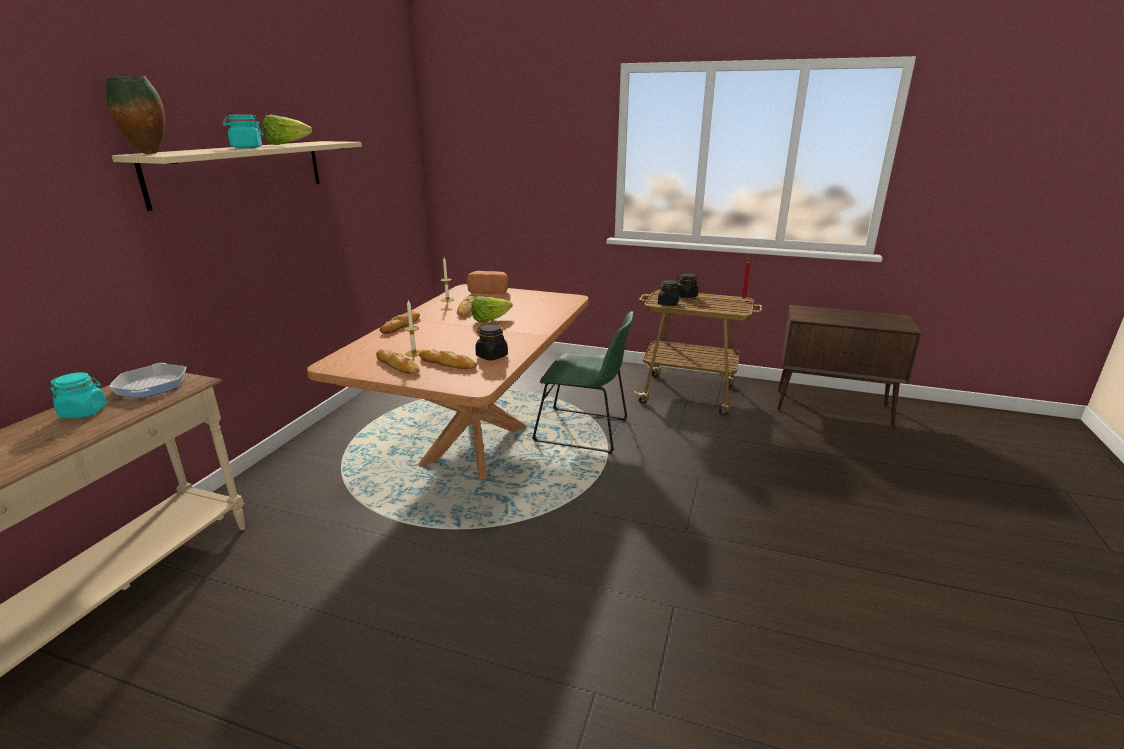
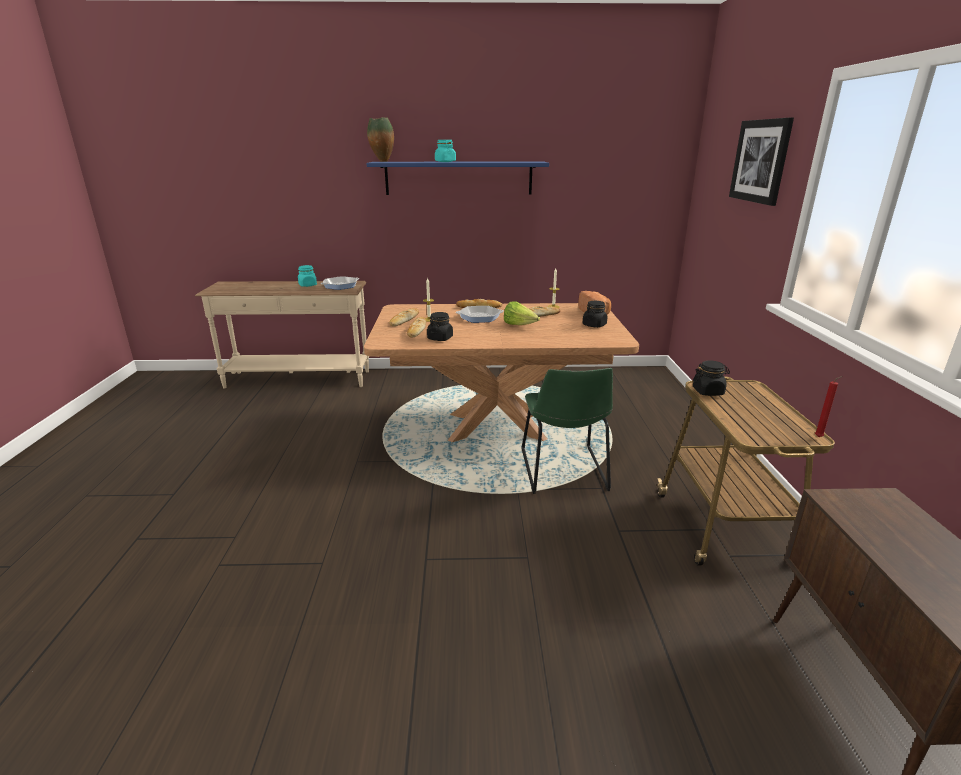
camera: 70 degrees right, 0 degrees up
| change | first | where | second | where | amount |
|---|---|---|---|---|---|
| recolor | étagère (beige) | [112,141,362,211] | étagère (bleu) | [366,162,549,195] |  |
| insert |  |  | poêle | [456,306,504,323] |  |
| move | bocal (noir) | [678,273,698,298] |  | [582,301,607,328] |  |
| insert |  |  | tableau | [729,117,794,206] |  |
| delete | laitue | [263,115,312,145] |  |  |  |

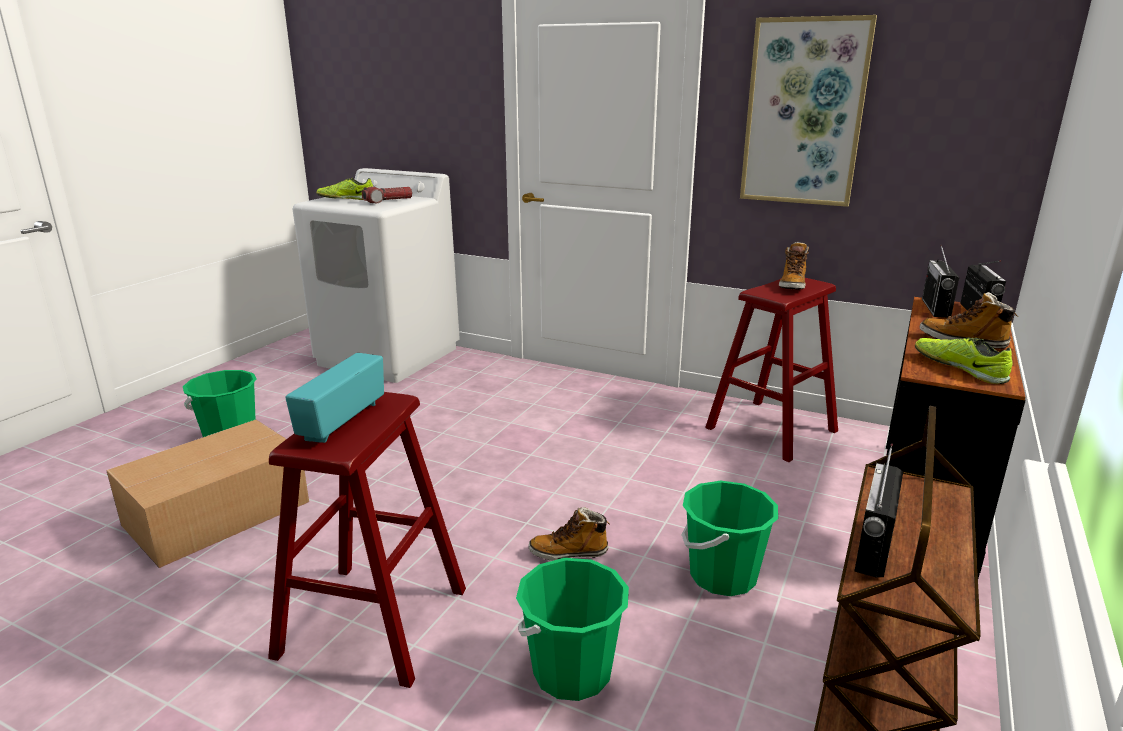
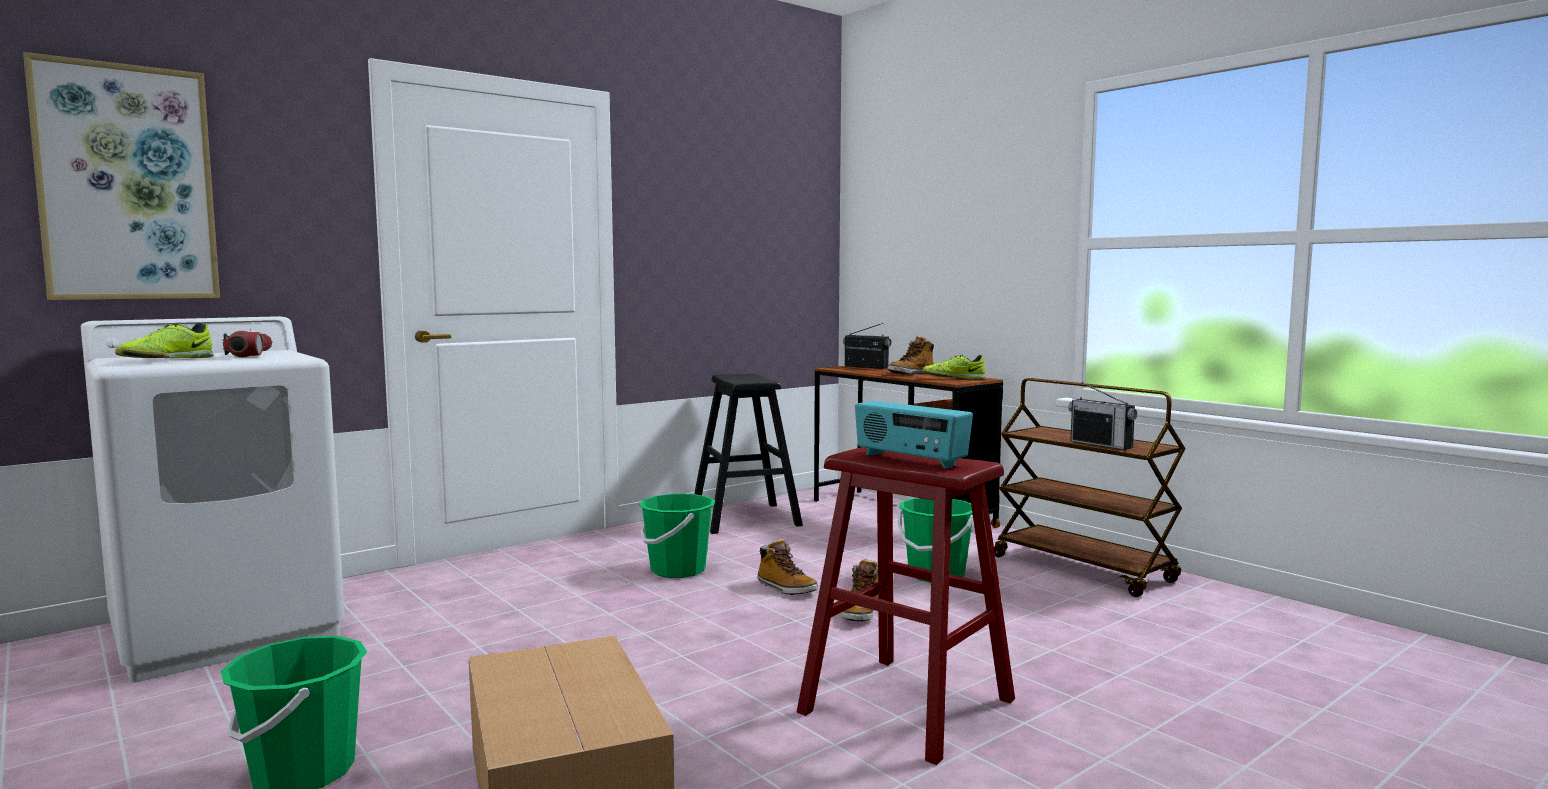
camera: 65 degrees left, 15 degrees down
| change | first | where | second | where | amount |
|---|---|---|---|---|---|
| move | tableau | [740,15,877,207] |  | [23,52,220,300] |  |
| move | seau (vert) | [516,558,629,701] |  | [639,494,716,578] |  |
| recolor | tabouret (rouge) | [705,278,838,462] | tabouret (noir) | [694,373,803,534] |  |
| move | botte | [779,242,809,290] |  | [757,539,818,595] |  |
| delete | radio | [922,245,960,318] |  |  |  |

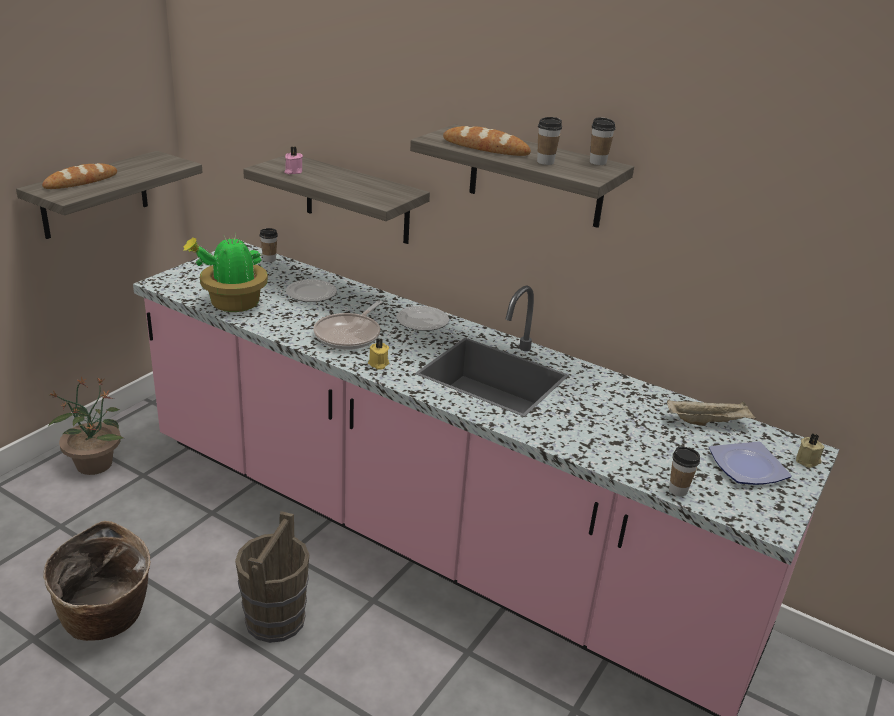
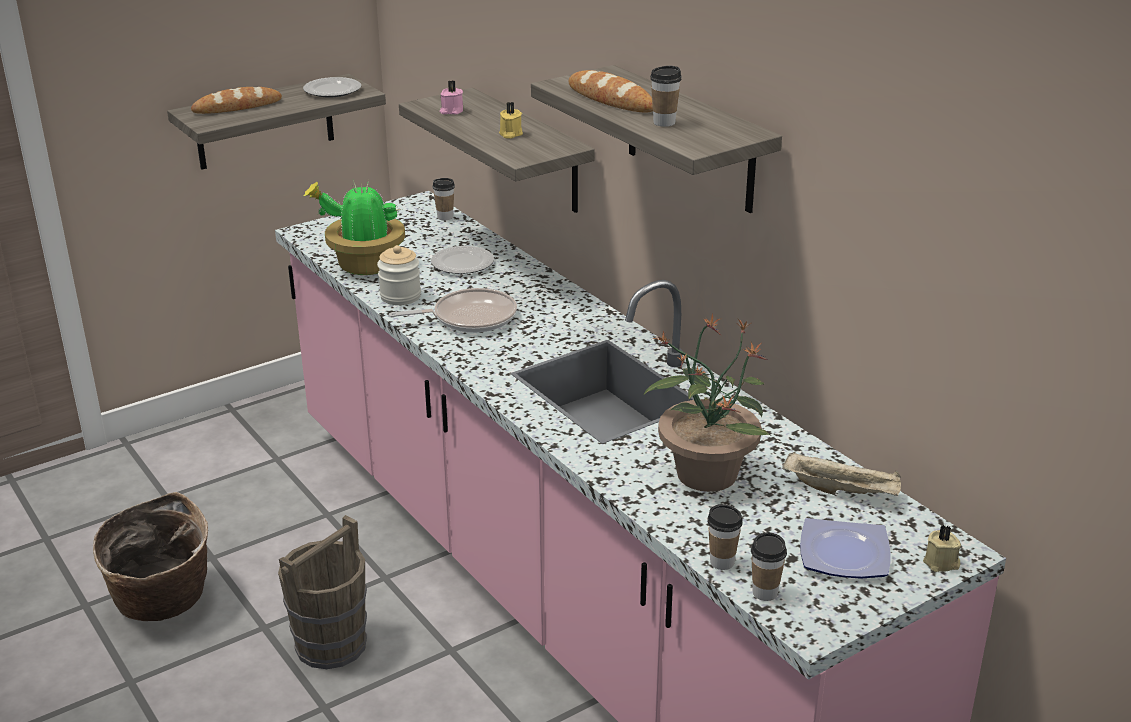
camera: 25 degrees right, 0 degrees up
| change | first | where | second | where | amount |
|---|---|---|---|---|---|
| move | assiette | [396,306,449,331] |  | [303,77,361,98] |  |
| insert |  |  | bocal | [377,245,421,305] |  |
| rotate | poêle | [313,300,382,350] |  | [389,288,517,333] | 150 degrees counterclockwise |
| move | bougie (jaune) | [368,338,389,370] |  | [499,102,523,139] |  |
| move | plante en pot | [48,376,124,475] |  | [644,314,770,492] |  |
| move | tasse | [590,117,616,165] |  | [751,532,787,601] |  |

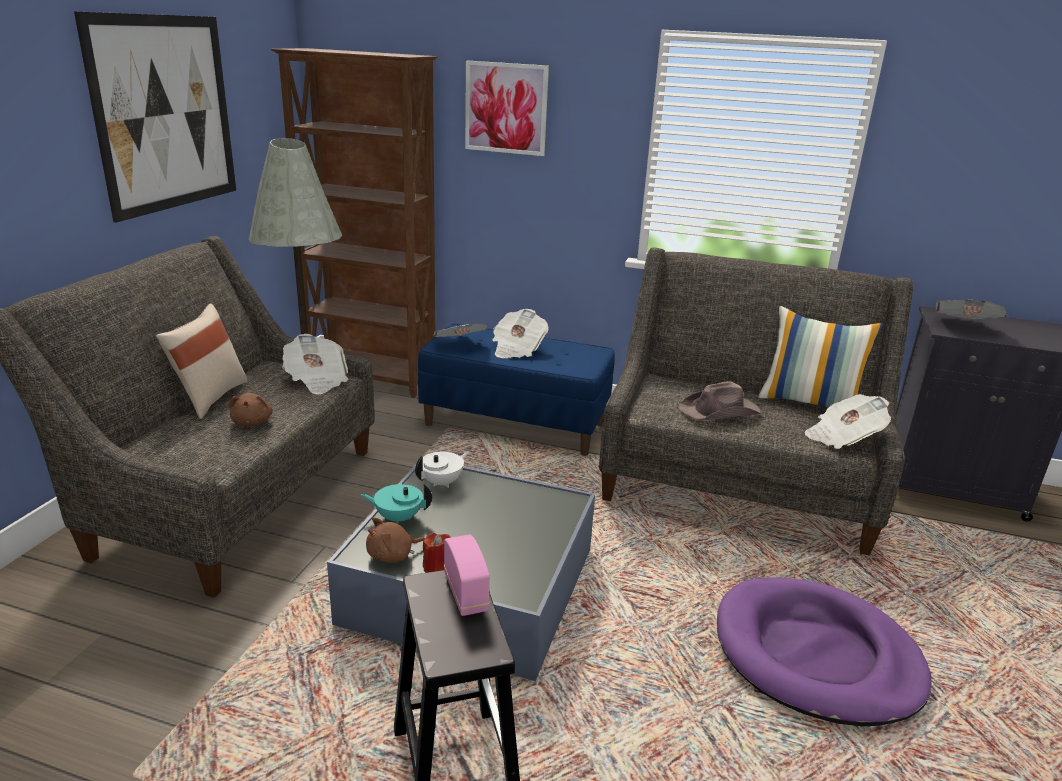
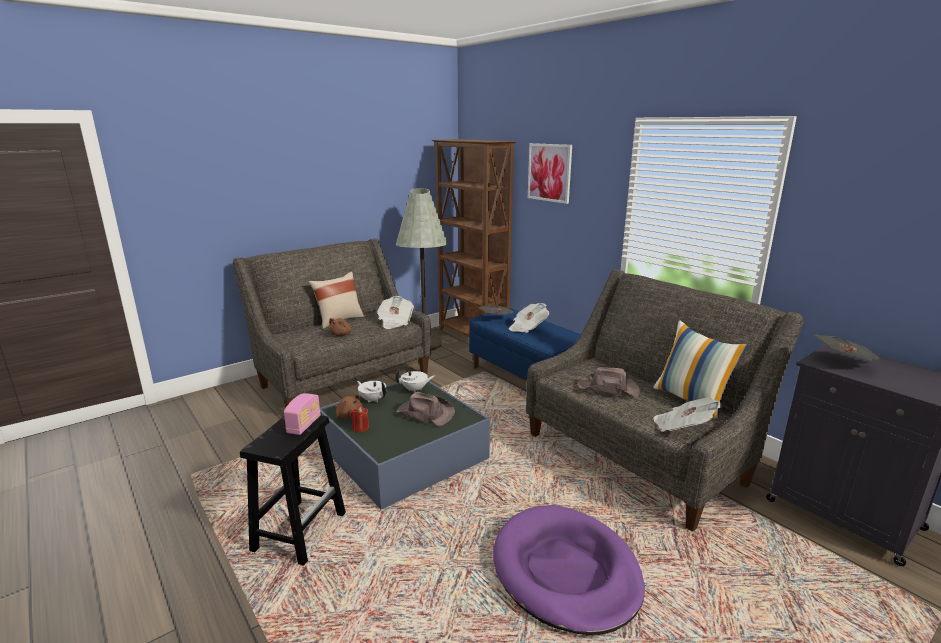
camera: 35 degrees right, 5 degrees down
| change | first | where | second | where | amount |
|---|---|---|---|---|---|
| rotate | peluche (marron) | [366,517,425,563] |  | [333,395,363,419] | 150 degrees counterclockwise |
| recolor | théière (turquoise) | [361,484,432,524] | théière (blanc) | [357,381,386,403] |  |
| insert |  |  | chapeau (marron) | [396,392,455,426] |  |
| delete | tableau | [74,12,236,223] |  |  |  |

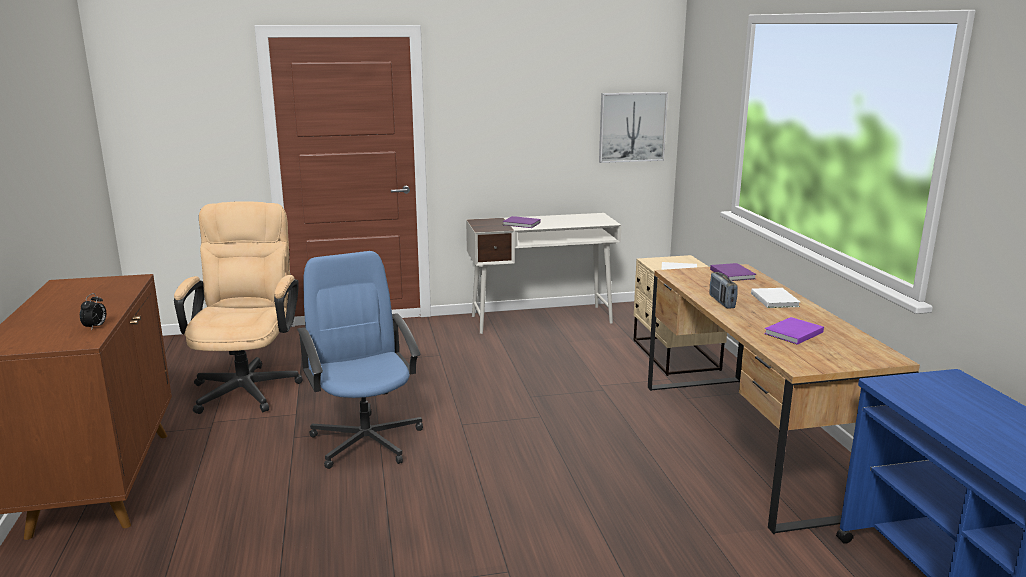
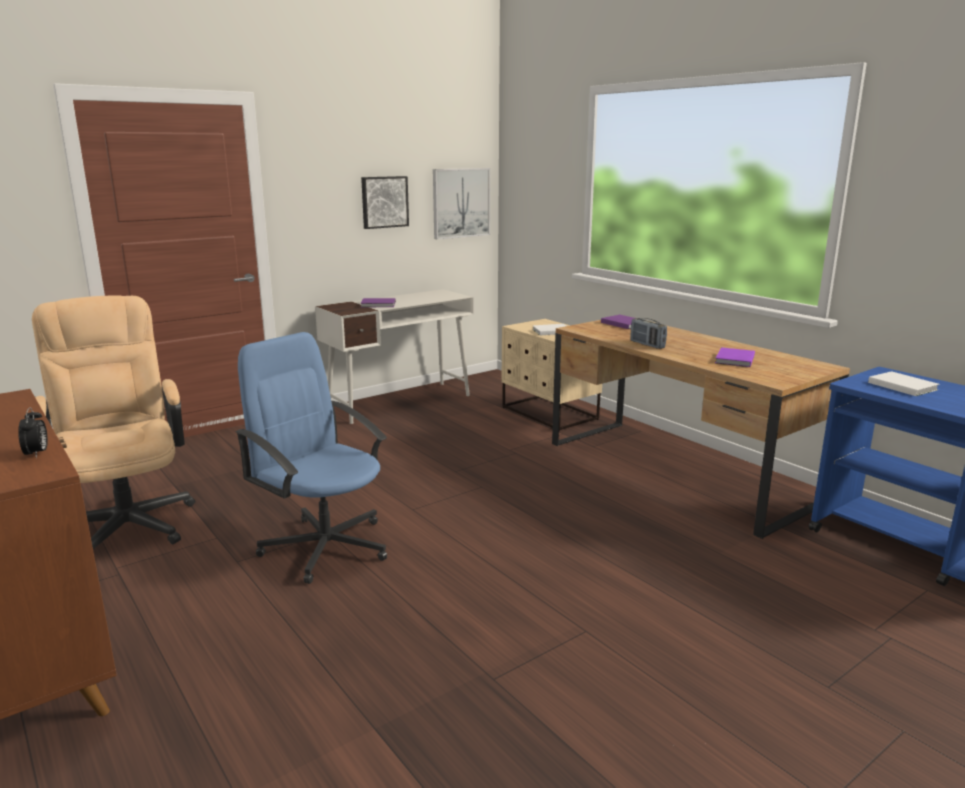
camera: 25 degrees left, 0 degrees up
| change | first | where | second | where | amount |
|---|---|---|---|---|---|
| insert |  |  | tableau | [361,176,409,229] |  |
| move | livre (blanc) | [751,288,800,308] |  | [868,371,940,396] |  |

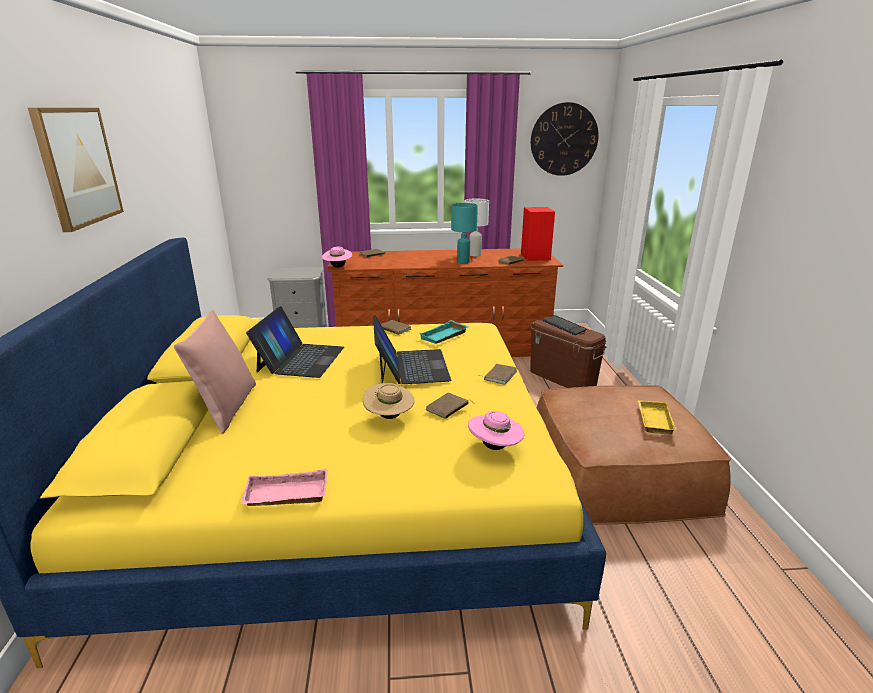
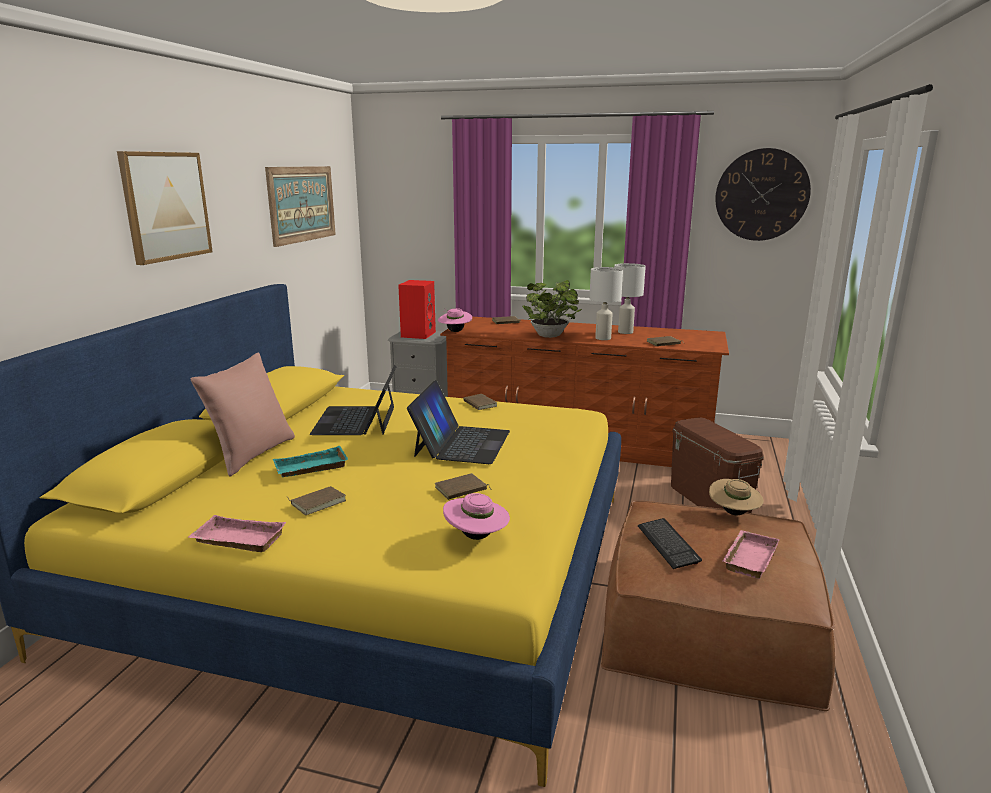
camera: 20 degrees right, 5 degrees down
| change | first | where | second | where | amount |
|---|---|---|---|---|---|
| insert |  |  | tableau | [265,166,336,247] |  |
| move | plateau (turquoise) | [419,320,468,344] |  | [273,446,348,477] |  |
| move | livre (marron) | [477,364,517,385] |  | [288,486,346,515] |  |
| rotate | ordinateur portable | [246,306,344,378] |  | [310,365,397,435] | 150 degrees clockwise |
| move | enceinte (rouge) | [521,207,555,261] |  | [398,280,436,339] |  |
| insert |  |  | plante en pot | [522,280,582,338] |  |
| recolor | lampe de table (turquoise) | [451,203,478,263] | lampe de table (blanc) | [589,267,623,340] |  |
| move | clavier | [543,315,587,335] |  | [638,518,702,569] |  |
| move | chapeau (beige) | [363,383,414,419] |  | [709,479,764,515] |  |
| recolor | plateau (jaune) | [638,400,677,435] | plateau (rose) | [722,530,780,579] |  |

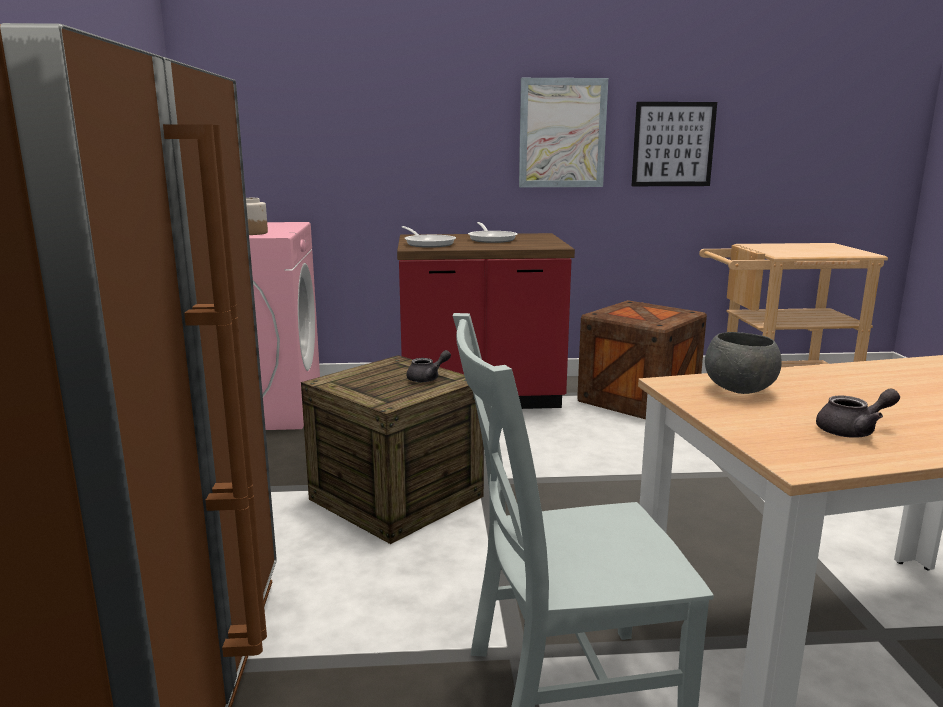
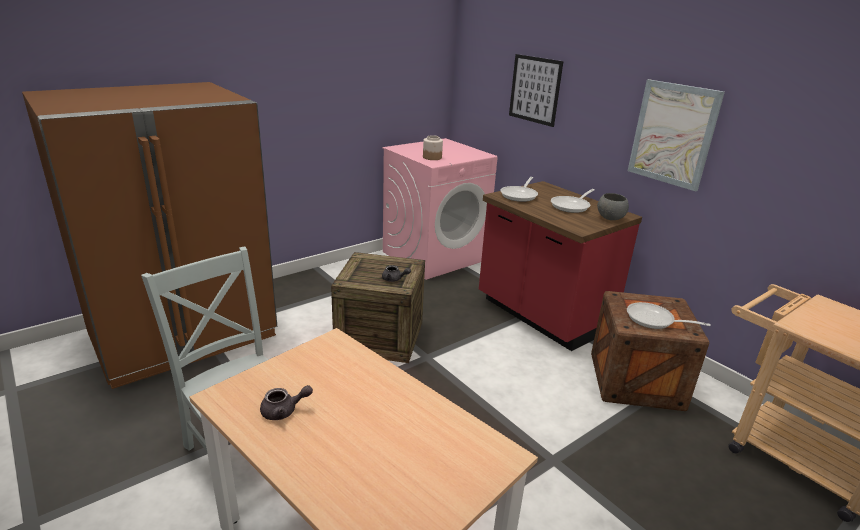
camera: 55 degrees right, 10 degrees up
| change | first | where | second | where | amount |
|---|---|---|---|---|---|
| rotate | théière (gris) | [816,388,900,438] |  | [260,385,313,420] | 60 degrees counterclockwise |
| move | tableau | [632,102,717,186] |  | [509,54,563,127] |  |
| move | bol (gris) | [705,332,782,394] |  | [597,193,629,220] |  |
| insert |  |  | poêle | [627,302,710,329] |  |

